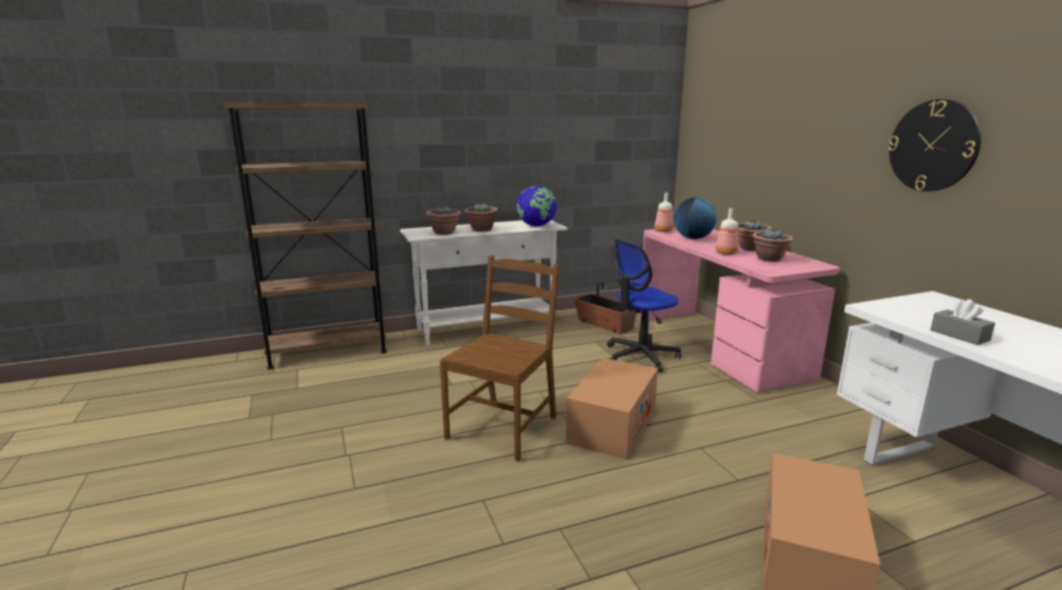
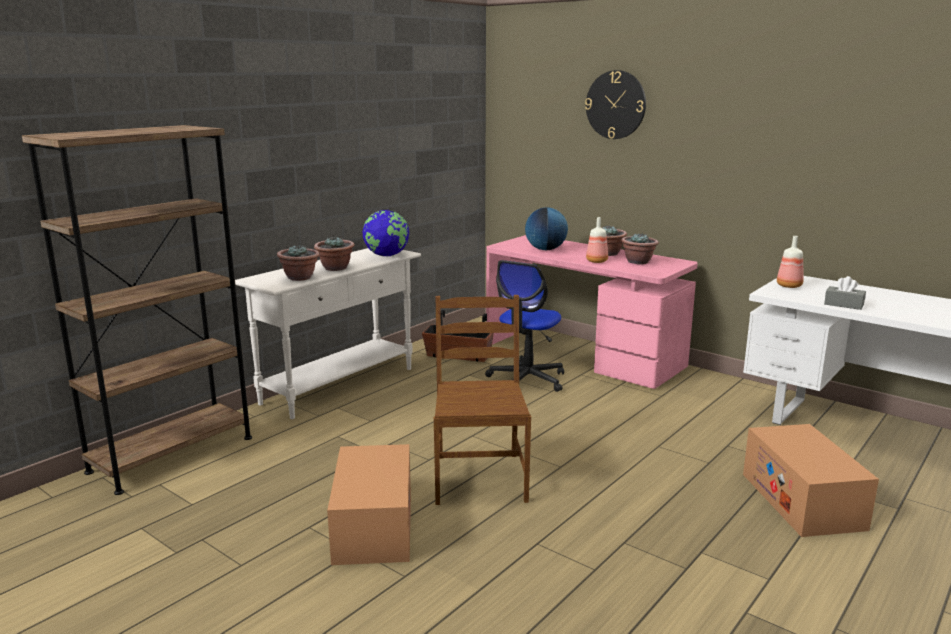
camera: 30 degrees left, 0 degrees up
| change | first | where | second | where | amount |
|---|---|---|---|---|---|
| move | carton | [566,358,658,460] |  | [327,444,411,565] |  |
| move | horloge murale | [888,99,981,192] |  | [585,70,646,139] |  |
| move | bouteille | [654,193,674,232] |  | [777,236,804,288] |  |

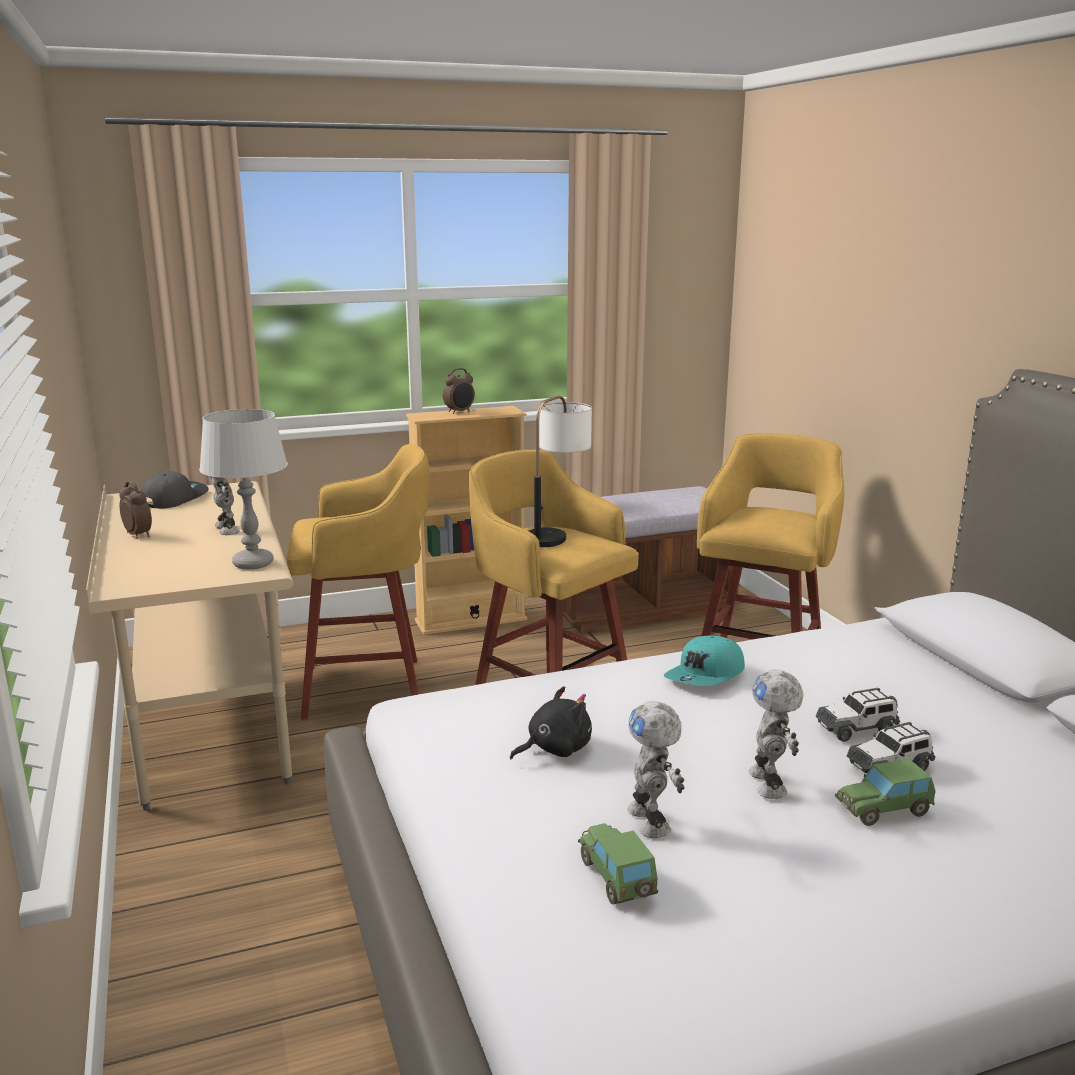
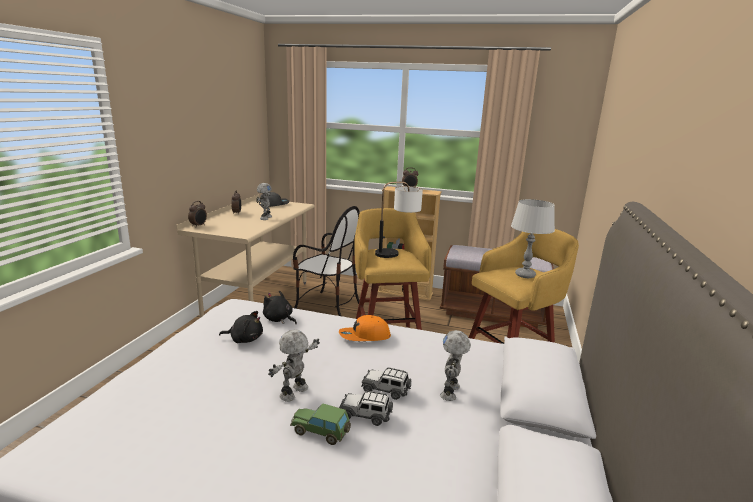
camera: 35 degrees right, 0 degrees up
| change | first | where | second | where | amount |
|---|---|---|---|---|---|
| insert |  |  | réveil | [188,201,207,227] |  |
| insert |  |  | peluche (noir) | [263,290,297,324] |  |
| replace | tabouret (jaune) | [287,444,429,720] | chaise | [293,206,360,316] |  |
| recolor | casquette (turquoise) | [664,635,745,686] | casquette (orange) | [339,315,391,341] |  |
| move | robot jouet | [627,701,684,838] |  | [440,330,471,401] |  |
| move | lampe de table (gris) | [199,409,288,570] |  | [511,199,555,278] |  |
| delete | petite voiture | [578,823,658,905] |  |  |  |

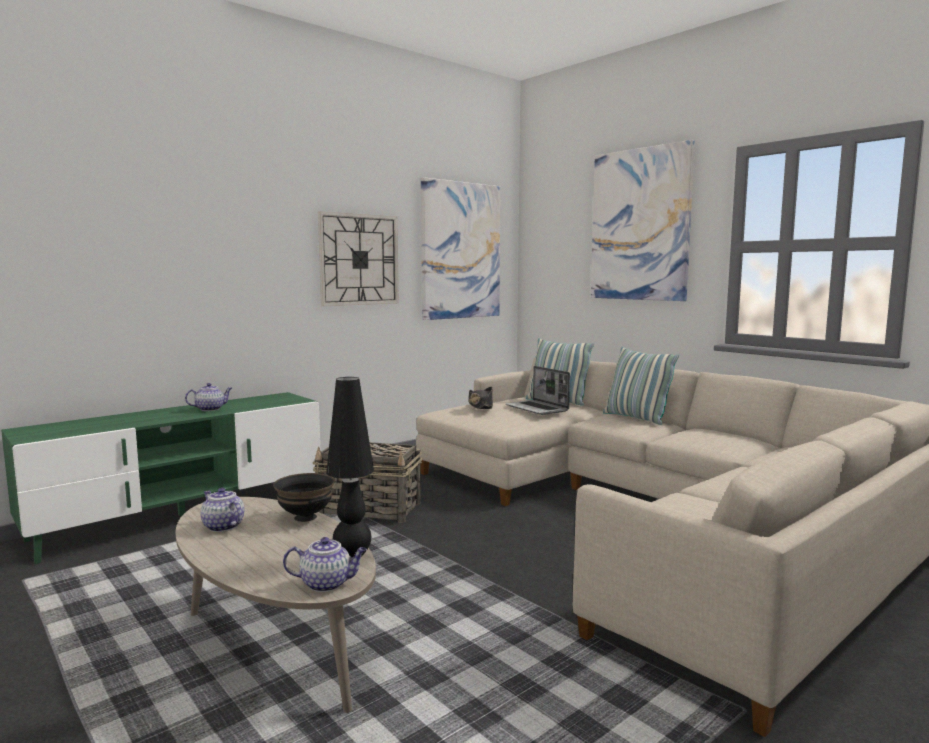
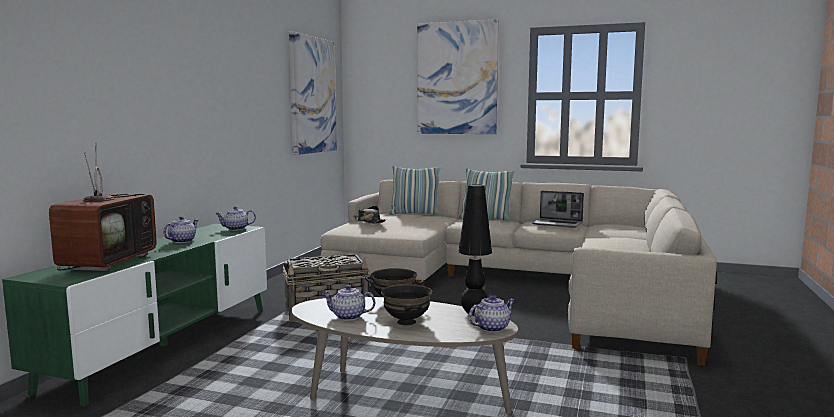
camera: 30 degrees left, 0 degrees up
| change | first | where | second | where | amount |
|---|---|---|---|---|---|
| insert |  |  | téléviseur | [49,142,157,271] |  |
| insert |  |  | théière | [215,206,256,230] |  |
| insert |  |  | bol (noir) | [381,284,432,325] |  |
| move | ordinateur portable | [506,366,570,415] |  | [532,190,584,228] |  |
| delete | horloge murale | [318,212,399,306] |  |  |  |

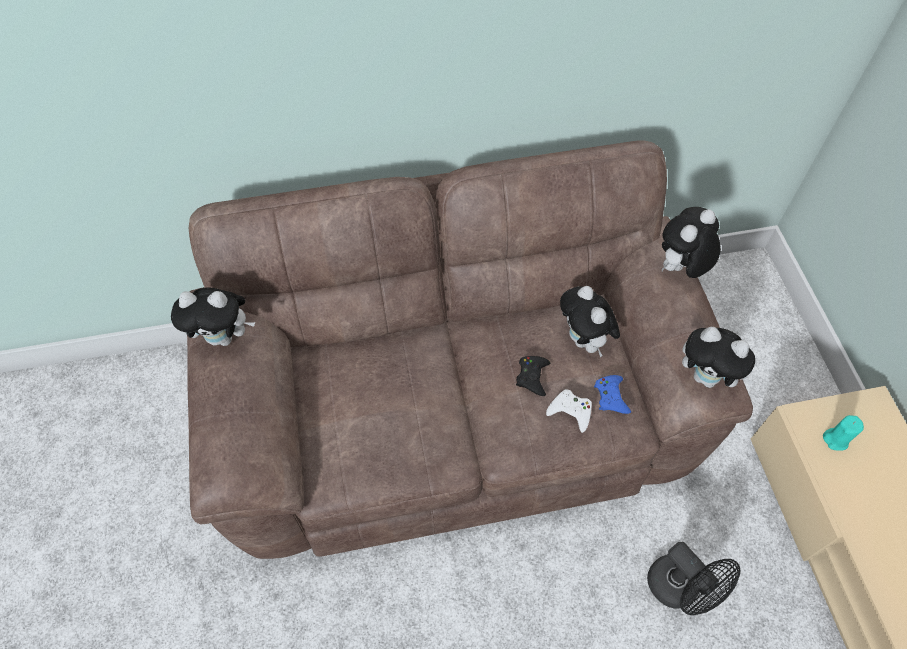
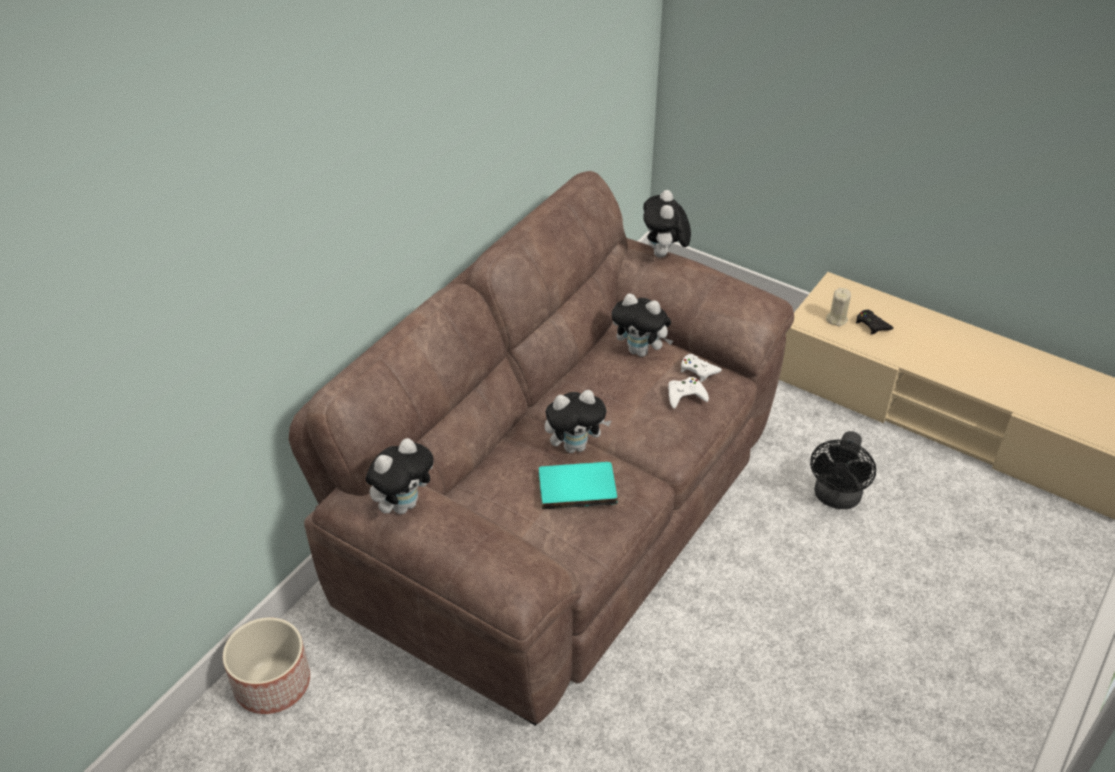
camera: 45 degrees left, 15 degrees down
| change | first | where | second | where | amount |
|---|---|---|---|---|---|
| insert |  |  | cache-pot | [223,617,310,714] |  |
| insert |  |  | livre (turquoise) | [538,462,618,509] |  |
| move | peluche | [682,327,755,388] |  | [545,390,612,453] |  |
| recolor | manette (bleu) | [594,375,631,414] | manette (blanc) | [681,354,722,382] |  |
| rotate | ventilateur (noir) | [647,542,741,615] |  | [810,431,876,509] | 105 degrees clockwise |
| recolor | bougie (turquoise) | [823,415,864,451] | bougie (beige) | [826,288,851,326] |  |
| move | manette (noir) | [516,356,550,396] |  | [856,310,893,335] |  |

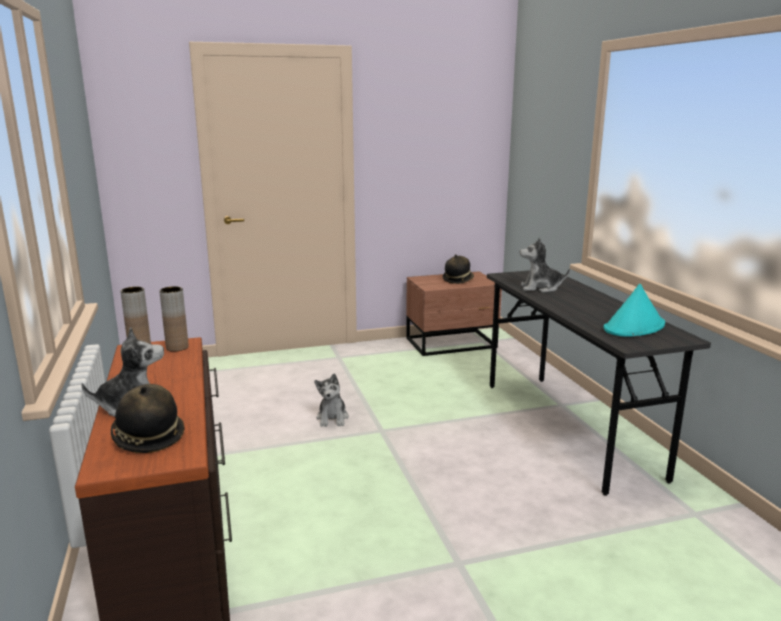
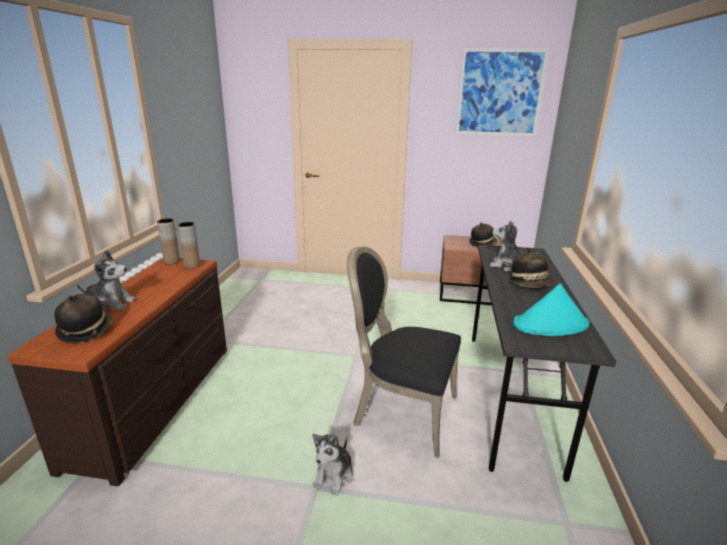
camera: 25 degrees right, 5 degrees up
| change | first | where | second | where | amount |
|---|---|---|---|---|---|
| move | peluche | [314,374,349,427] |  | [313,433,354,496] |  |
| insert |  |  | chaise (noir) | [347,247,461,458] |  |
| insert |  |  | tableau | [455,48,549,136] |  |
| insert |  |  | chapeau | [508,248,553,288] |  |

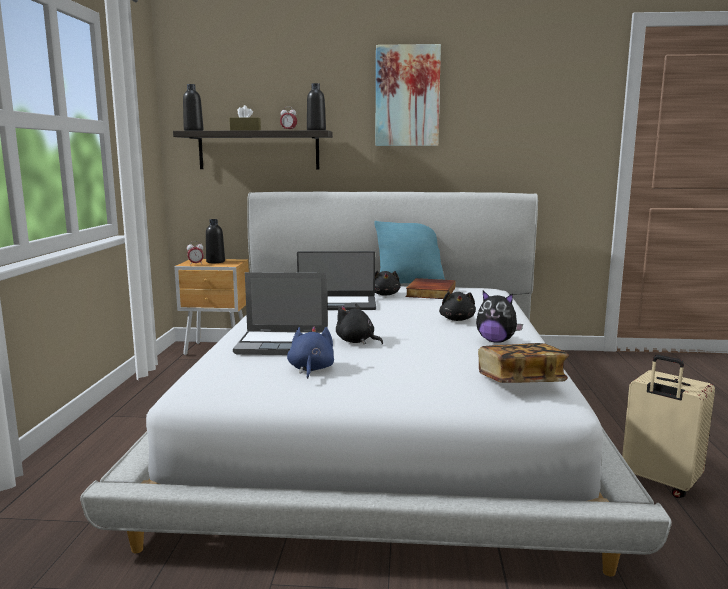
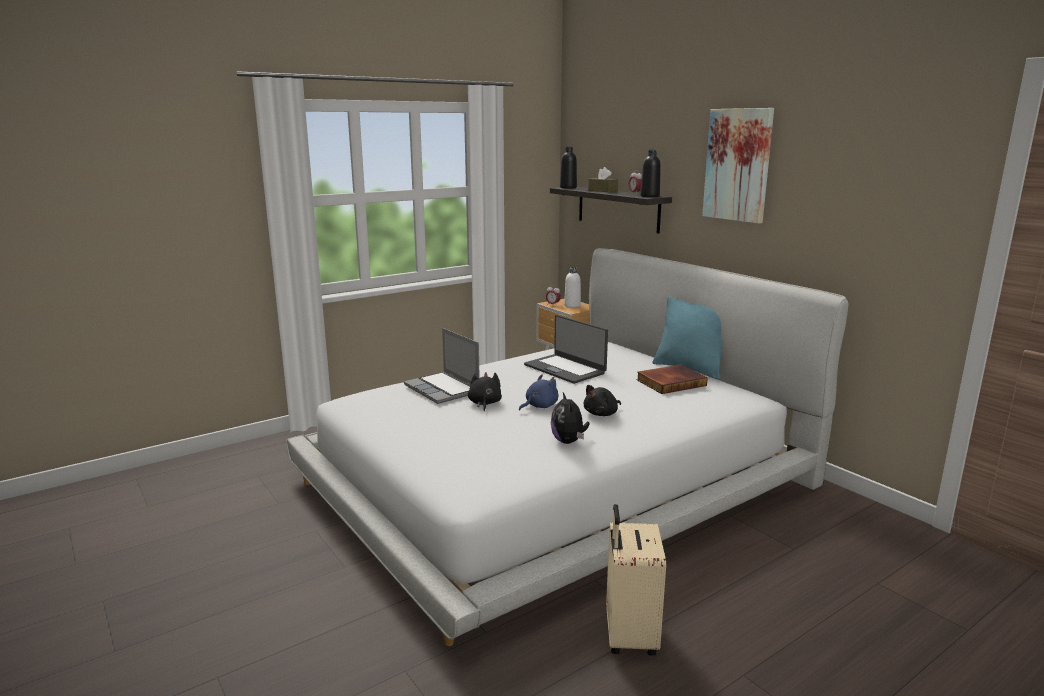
camera: 50 degrees right, 5 degrees up
| change | first | where | second | where | amount |
|---|---|---|---|---|---|
| move | peluche (bleu) | [287,327,334,379] |  | [519,374,558,411] |  |
| recolor | bouteille (noir) | [206,219,225,263] | bouteille (blanc) | [564,267,581,307] |  |
| delete | peluche (noir) | [375,271,401,296] |  |  |  |
| delete | livre | [478,343,569,383] |  |  |  |

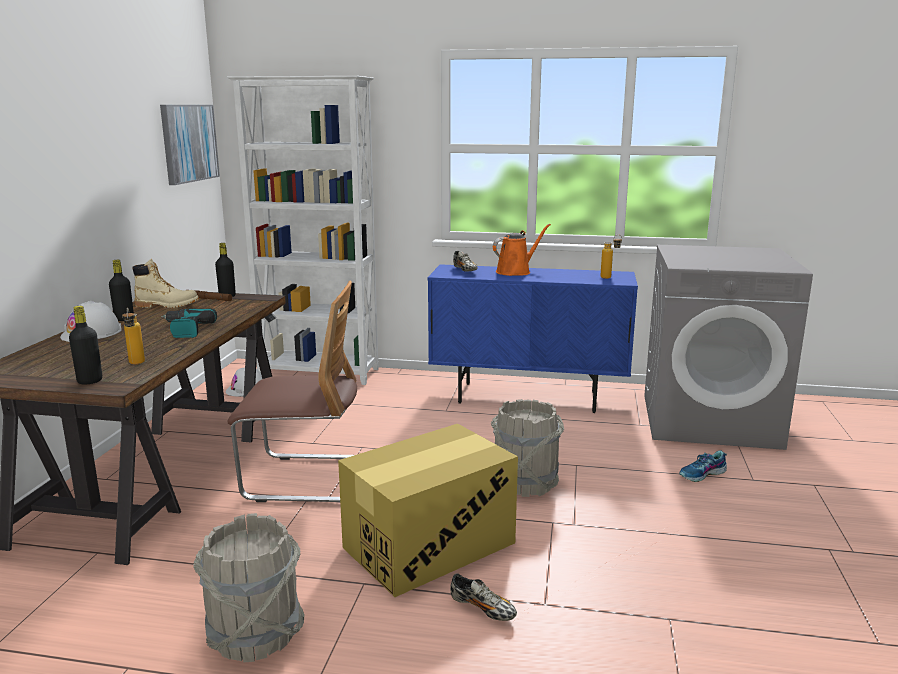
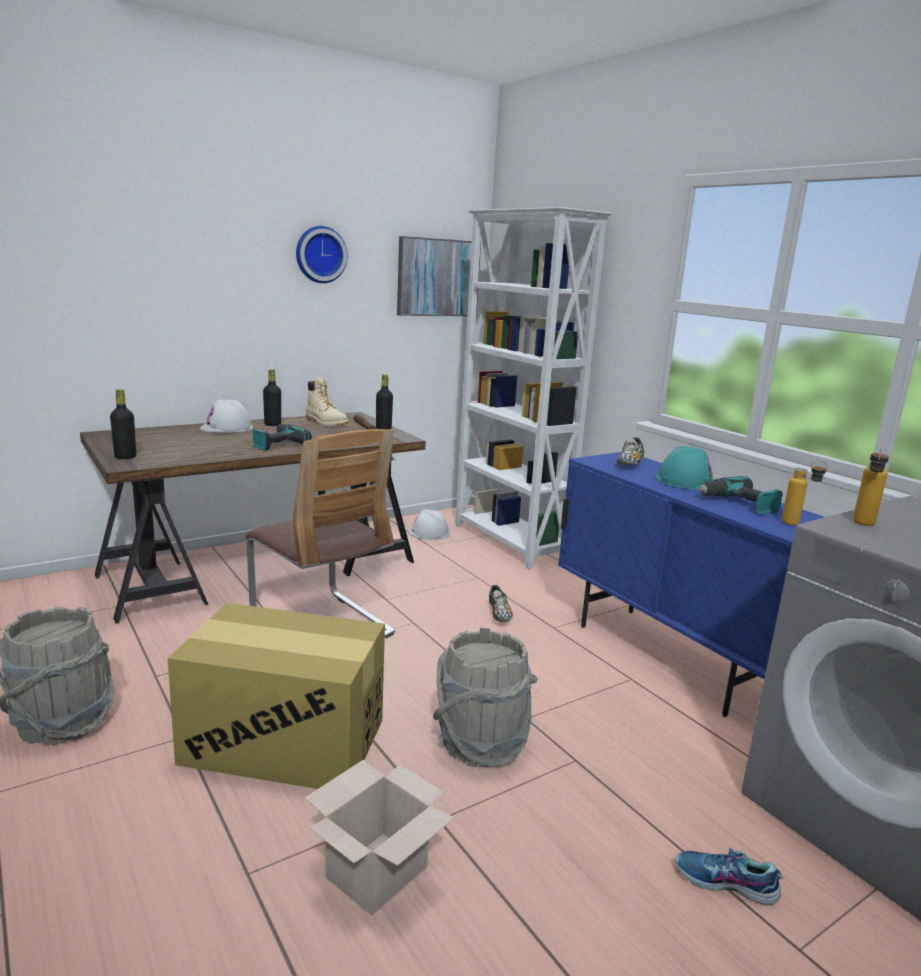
camera: 45 degrees right, 0 degrees up
| change | first | where | second | where | amount |
|---|---|---|---|---|---|
| insert |  |  | horloge murale | [296,226,347,283] |  |
| insert |  |  | carton | [305,760,455,916] |  |
| move | chaussure | [450,573,517,621] |  | [489,585,513,622] |  |
| replace | arrosoir (orange) | [493,224,551,276] | casque de chantier (turquoise) | [655,446,714,490] |  |
| insert |  |  | perceuse | [697,476,782,515] |  |
| move | bouteille | [122,308,145,364] |  | [853,446,889,526] |  |

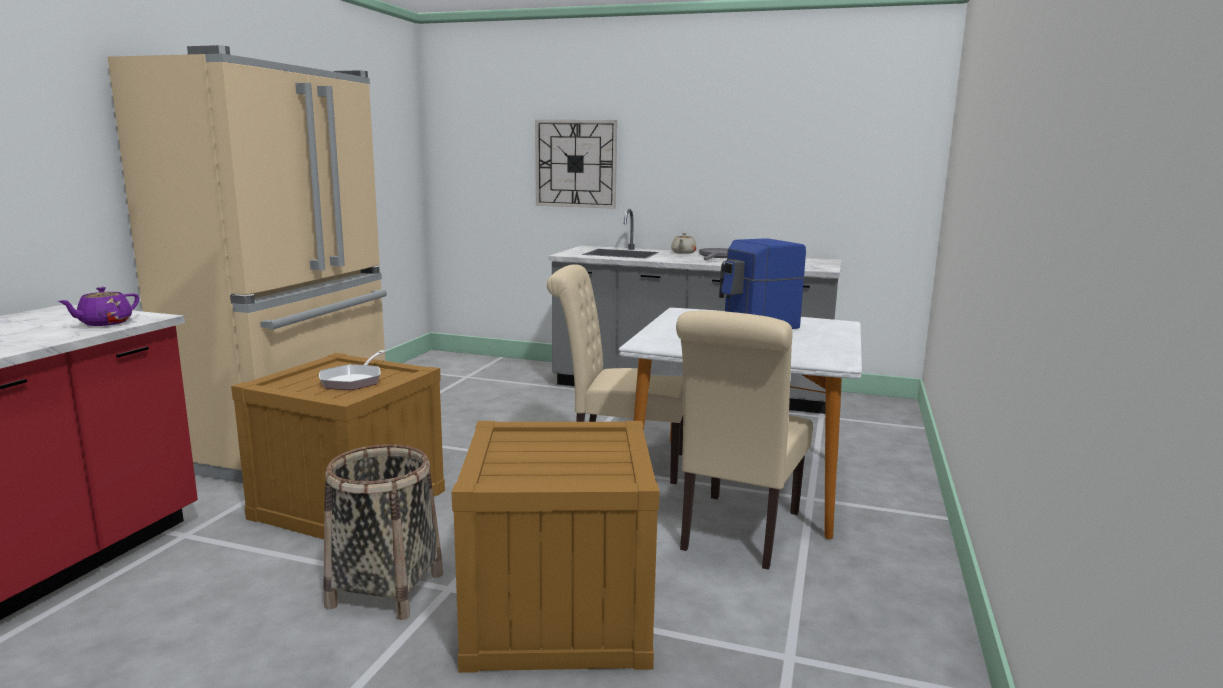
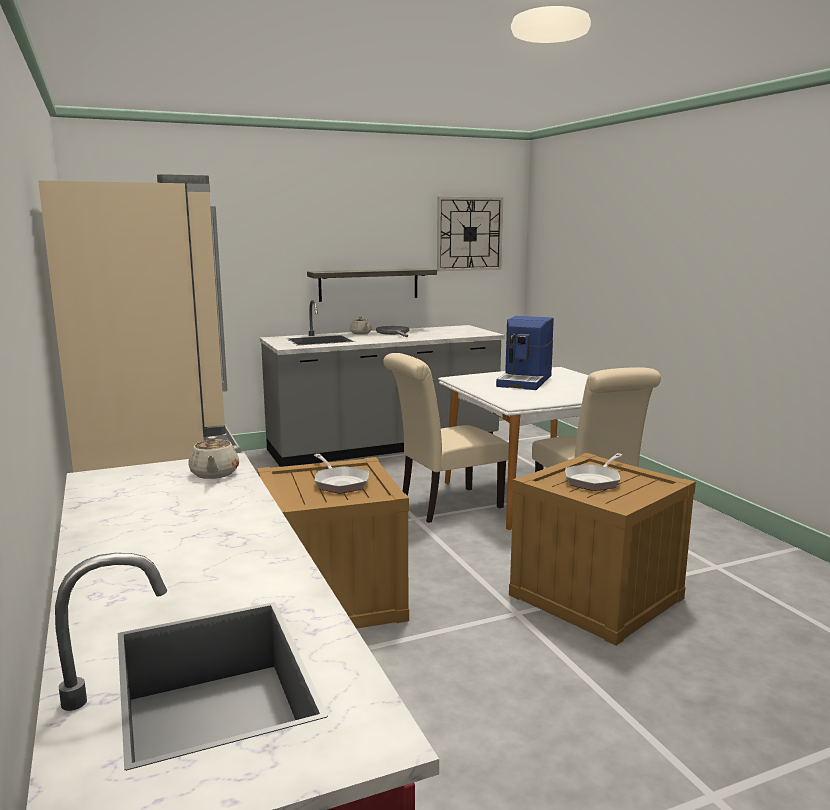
camera: 40 degrees left, 0 degrees up
| change | first | where | second | where | amount |
|---|---|---|---|---|---|
| recolor | théière (violet) | [58,287,139,326] | théière (beige) | [188,436,239,479] |  |
| insert |  |  | étagère | [307,268,437,302] |  |
| move | horloge murale | [535,120,617,209] |  | [437,197,503,271] |  |
| insert |  |  | poêle | [565,453,623,491] |  |
| delete | panier | [323,444,443,620] |  |  |  |

